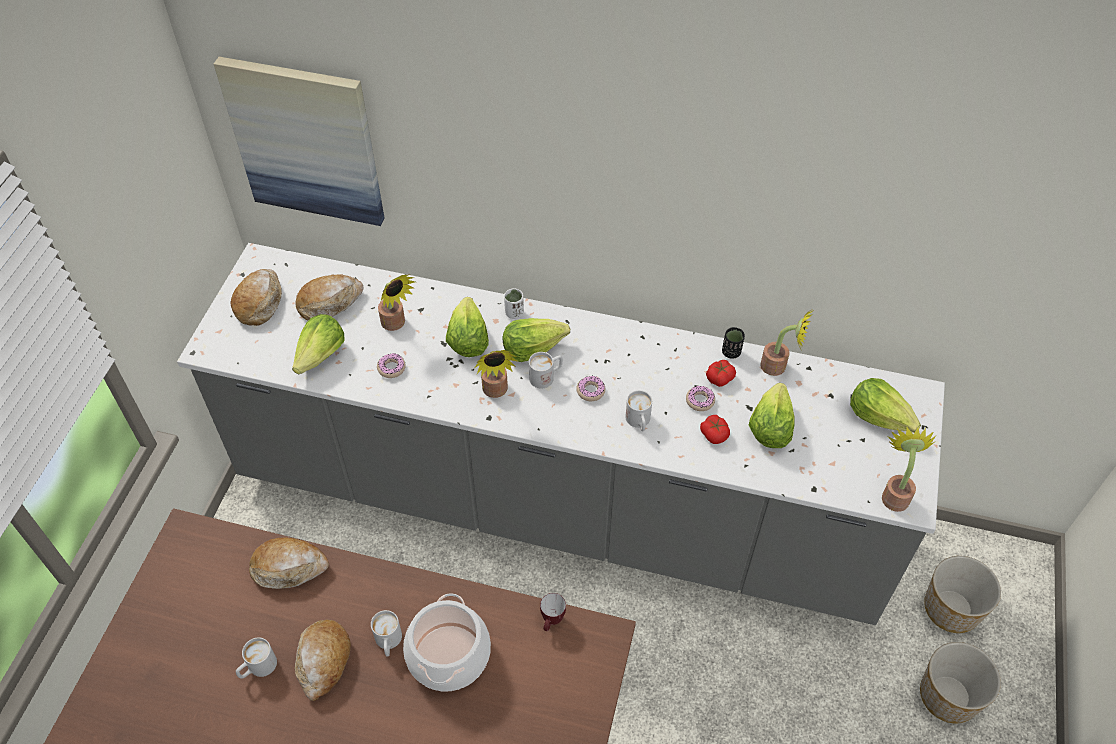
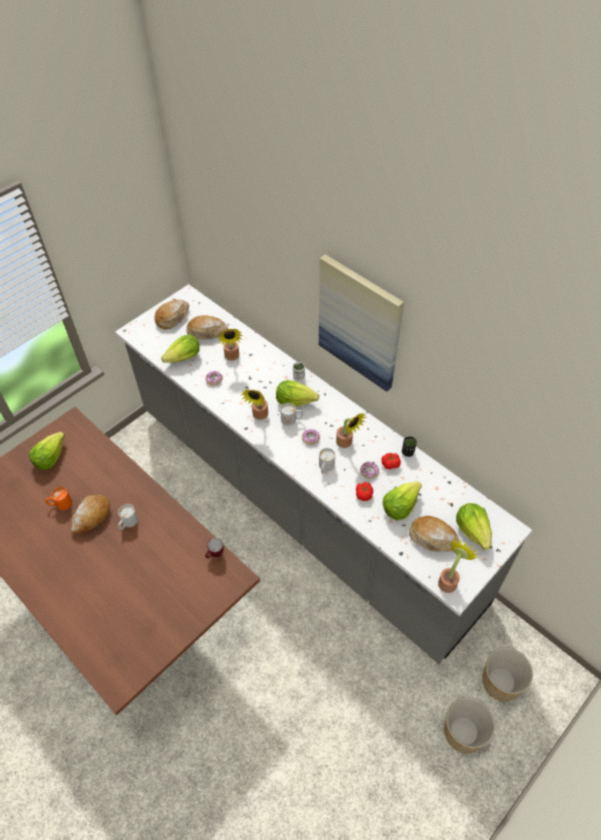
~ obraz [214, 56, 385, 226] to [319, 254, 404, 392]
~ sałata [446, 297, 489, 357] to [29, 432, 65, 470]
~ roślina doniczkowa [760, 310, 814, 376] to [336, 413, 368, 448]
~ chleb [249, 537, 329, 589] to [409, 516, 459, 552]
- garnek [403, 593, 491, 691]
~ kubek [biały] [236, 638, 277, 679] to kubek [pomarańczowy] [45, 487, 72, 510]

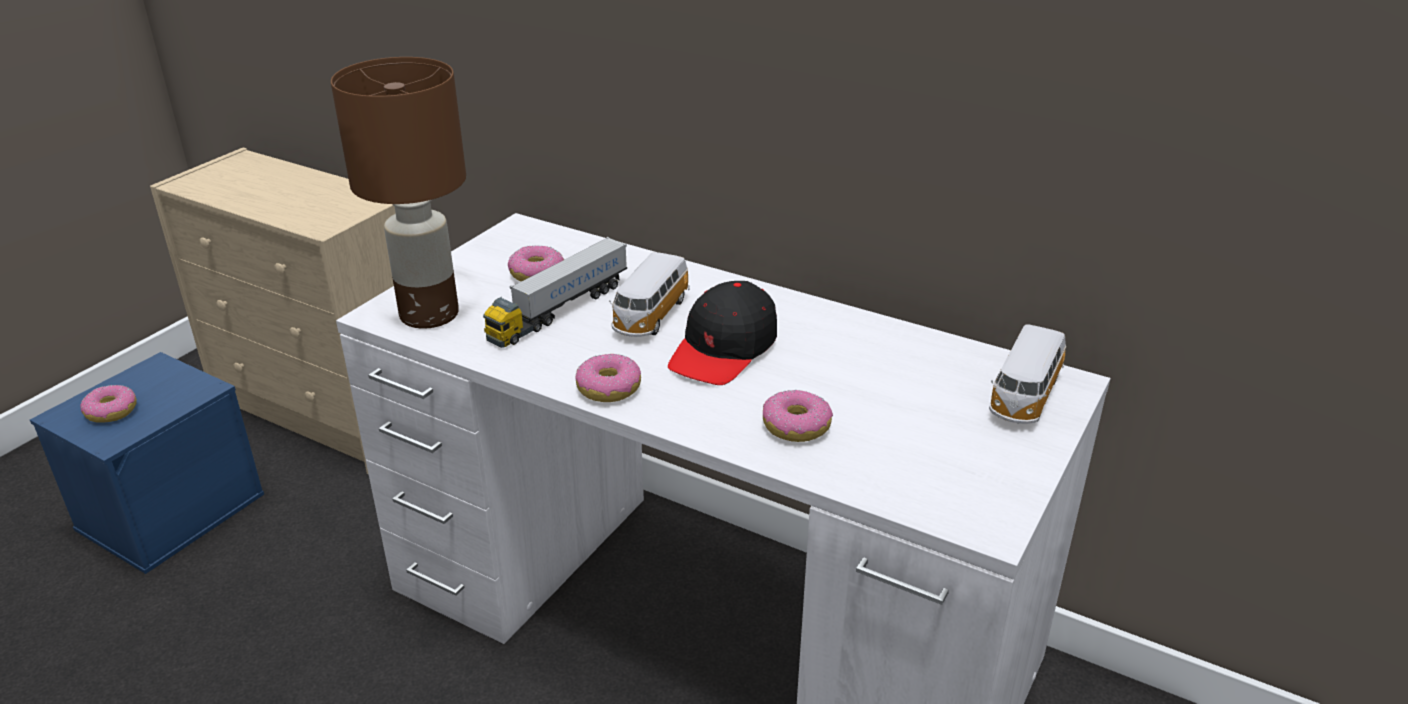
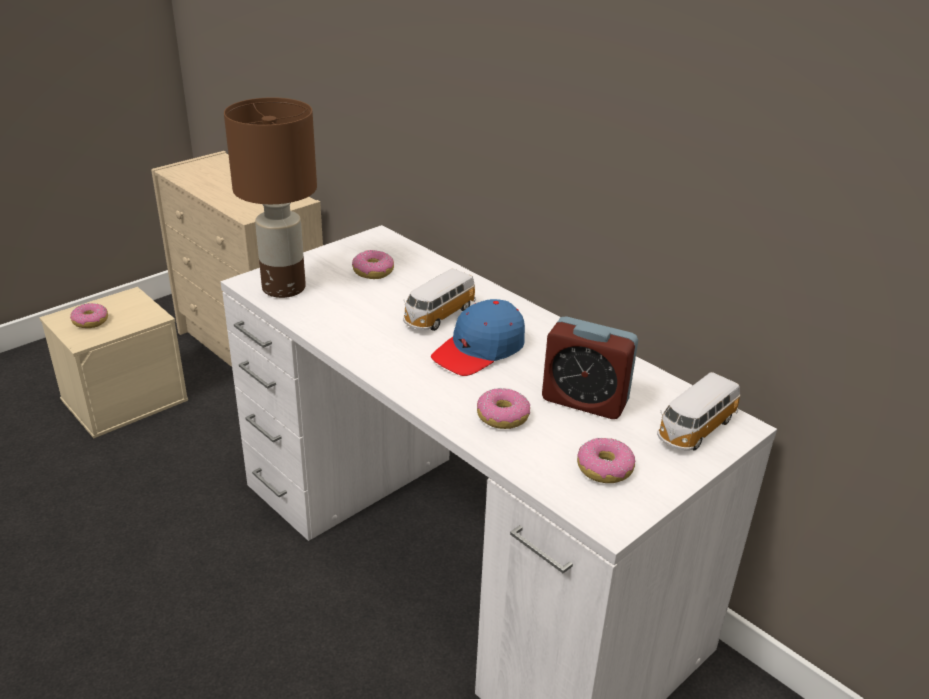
- ciężarówka zabawkowa [483, 237, 627, 348]
~ czapka z daszkiem [czarny] [668, 281, 777, 385] to czapka z daszkiem [niebieski] [431, 299, 525, 376]
~ pojemnik do przechowywania [niebieski] [30, 352, 264, 574] to pojemnik do przechowywania [beżowy] [39, 287, 188, 438]
~ donut [575, 354, 641, 402] to [577, 438, 635, 483]
+ budzik [542, 316, 638, 419]

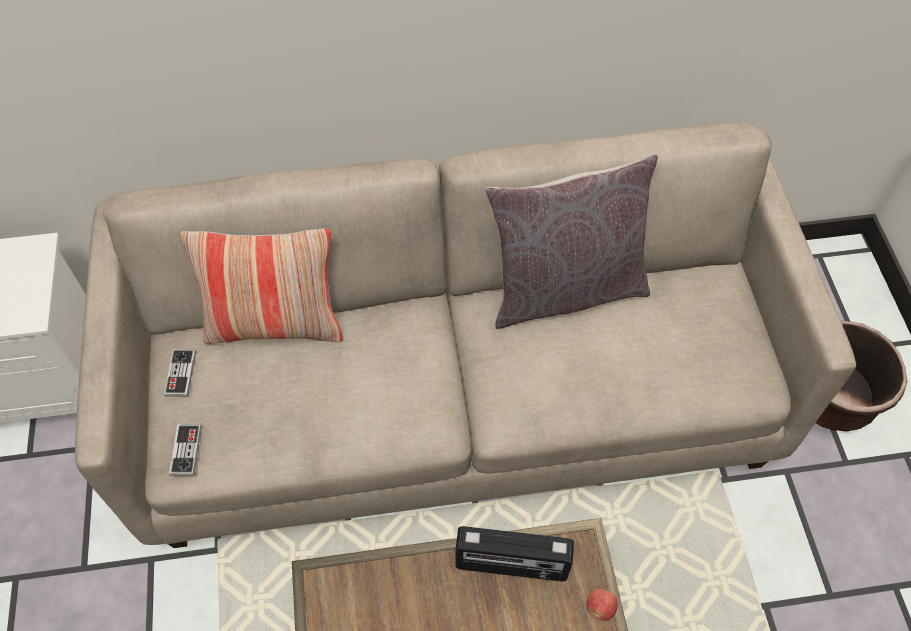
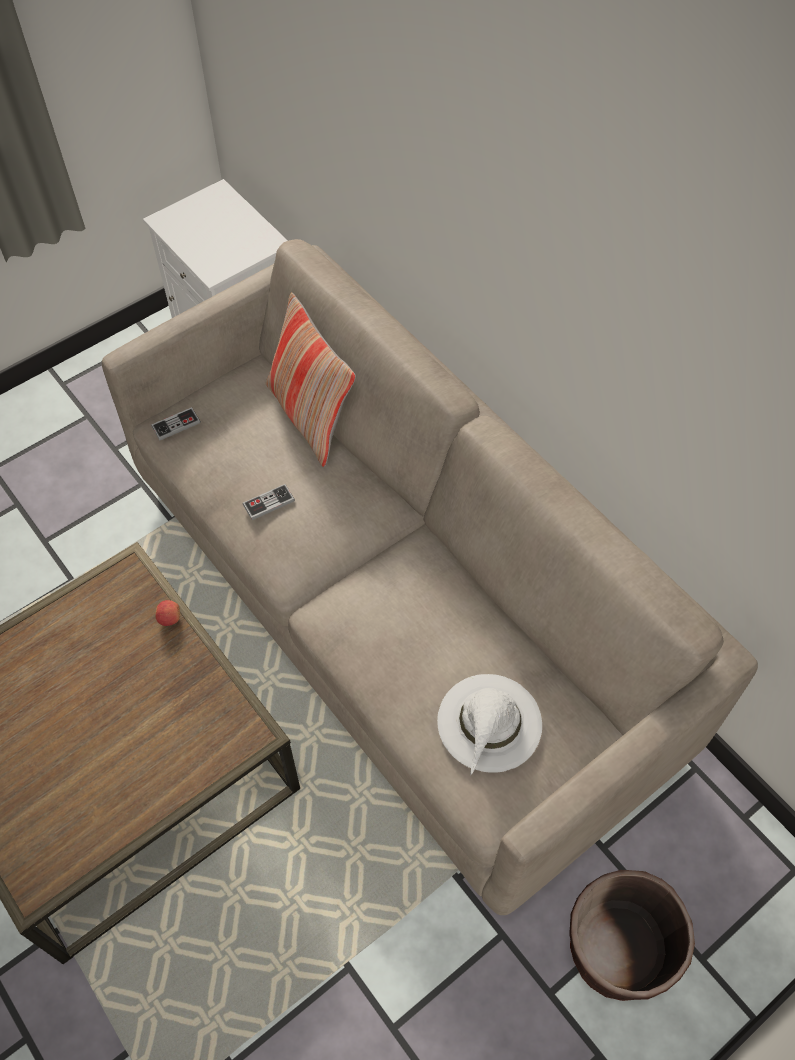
- poduszka [szary] [486, 154, 658, 329]
~ pad do gier [164, 349, 196, 397] to [243, 484, 295, 520]
- radio [456, 526, 574, 581]
~ jabłko [586, 589, 618, 621] to [155, 600, 180, 626]
+ kapelusz [biały] [437, 674, 542, 775]

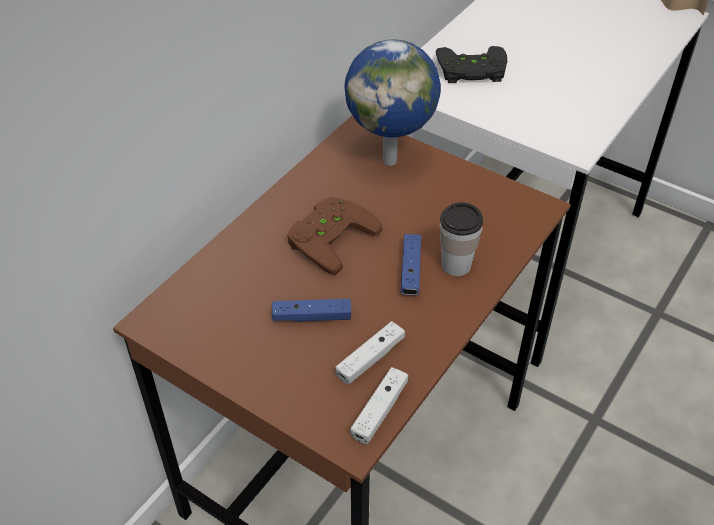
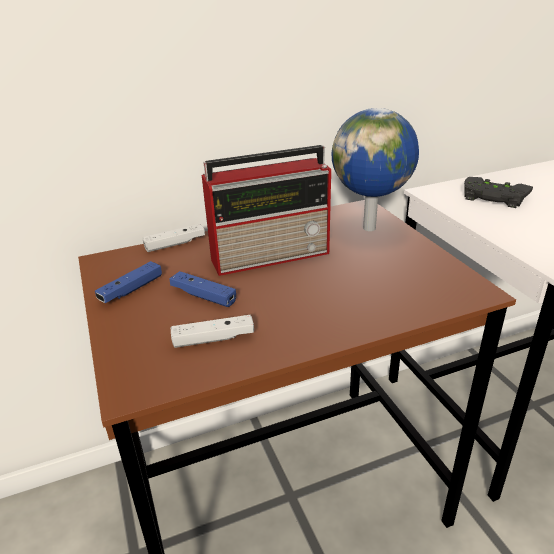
~ pad do gier [brązowy] [287, 197, 383, 275] to radio [202, 145, 331, 276]
- filiżanka [440, 202, 483, 276]
~ pad do gier [niebieski] [401, 234, 421, 295] to [95, 261, 162, 303]
~ pad do gier [biały] [350, 367, 408, 444] to [142, 224, 205, 252]

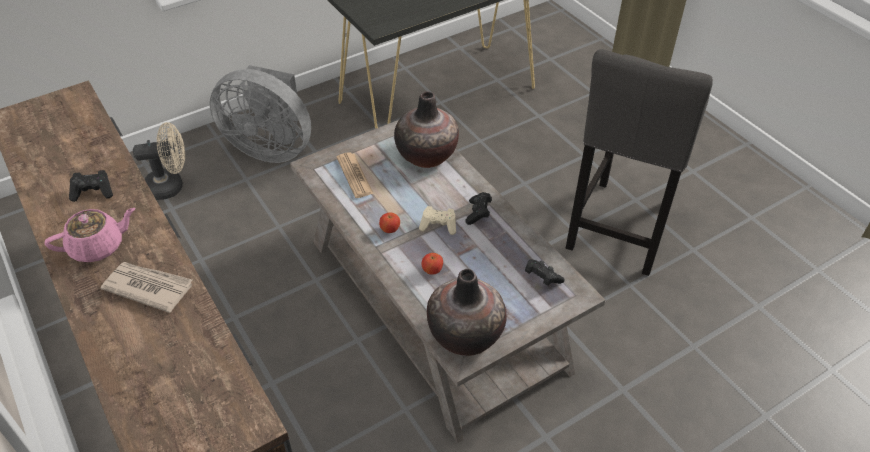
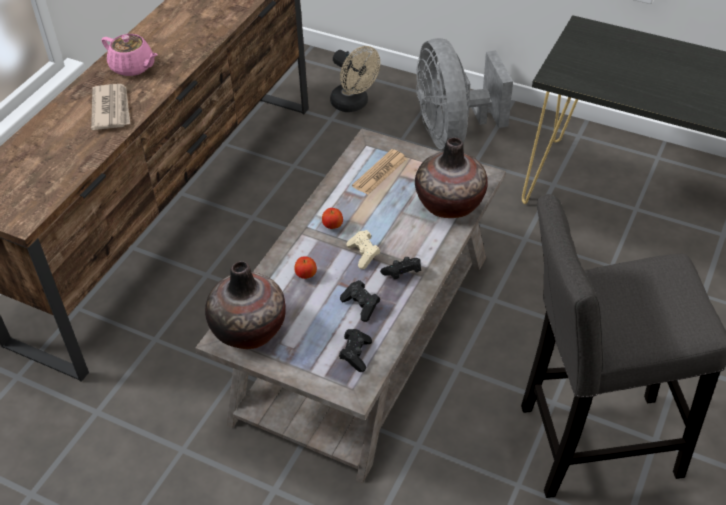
~ pad do gier [czarny] [69, 170, 113, 202] to [340, 280, 380, 322]

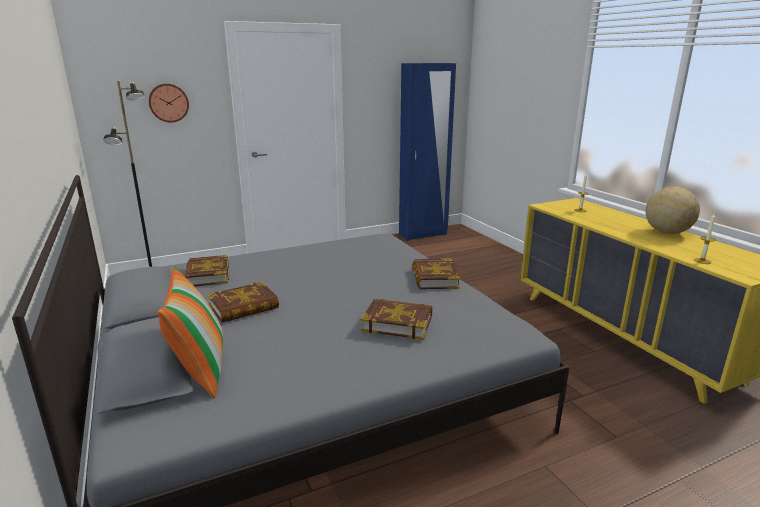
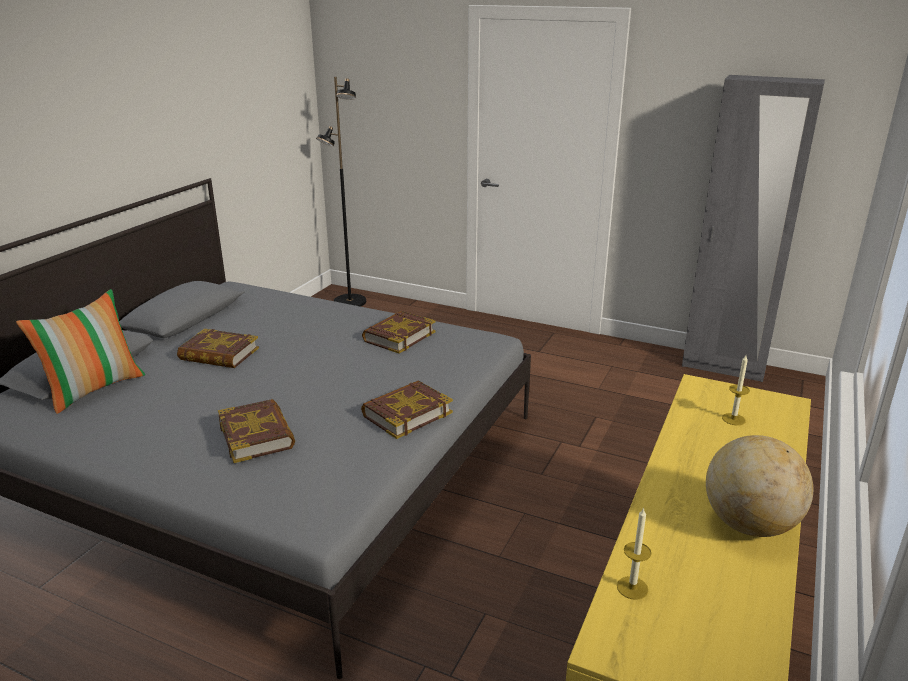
~ szafa [niebieski] [399, 63, 456, 240] to szafa [szary] [682, 75, 825, 382]
- zegar ścienny [149, 84, 189, 123]
~ książka [185, 255, 229, 286] to [362, 311, 435, 353]

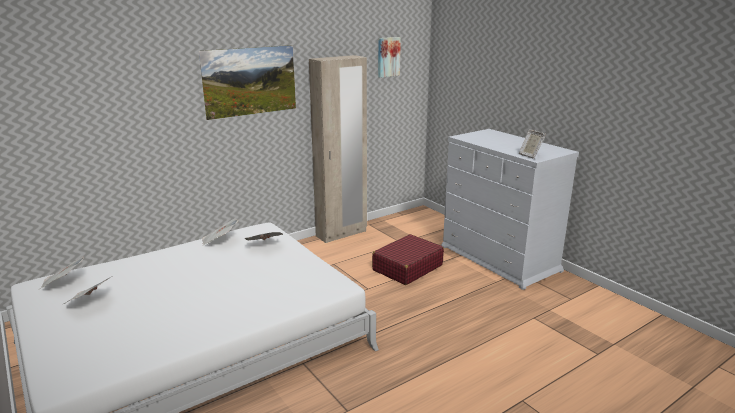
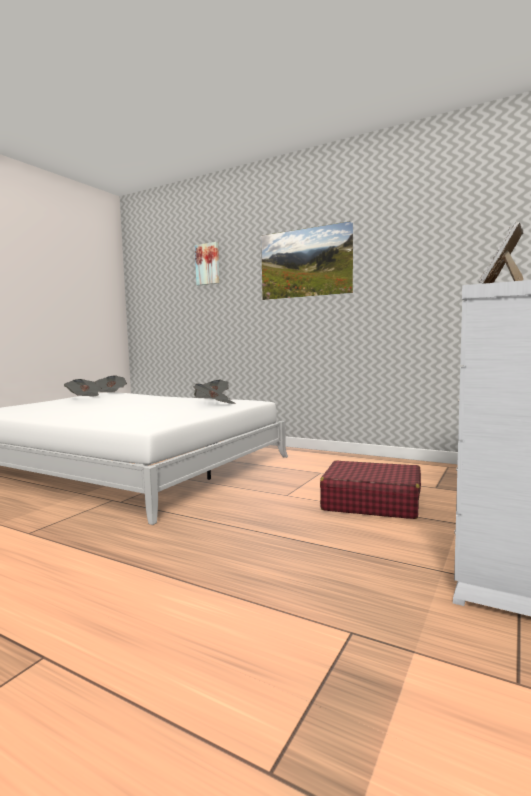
~ obraz [378, 37, 401, 78] to [195, 242, 219, 285]
- szafa [beżowy] [309, 55, 367, 243]

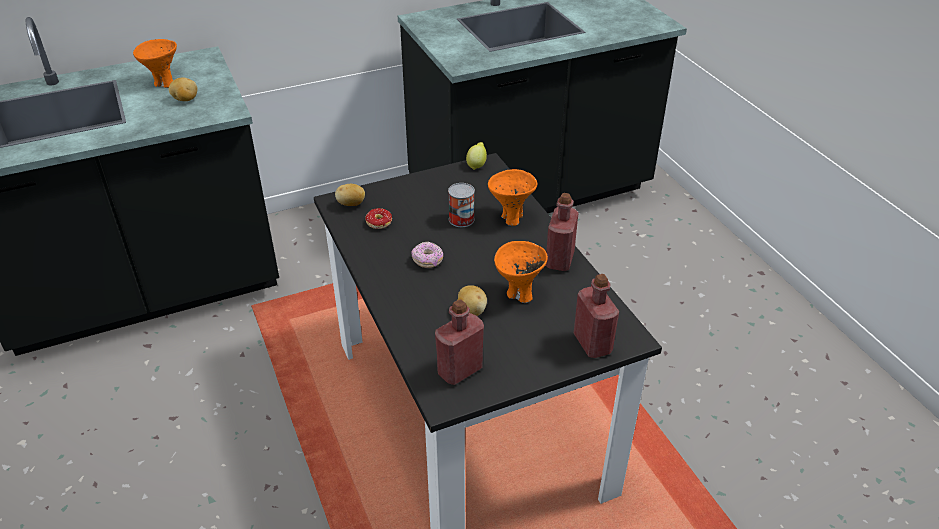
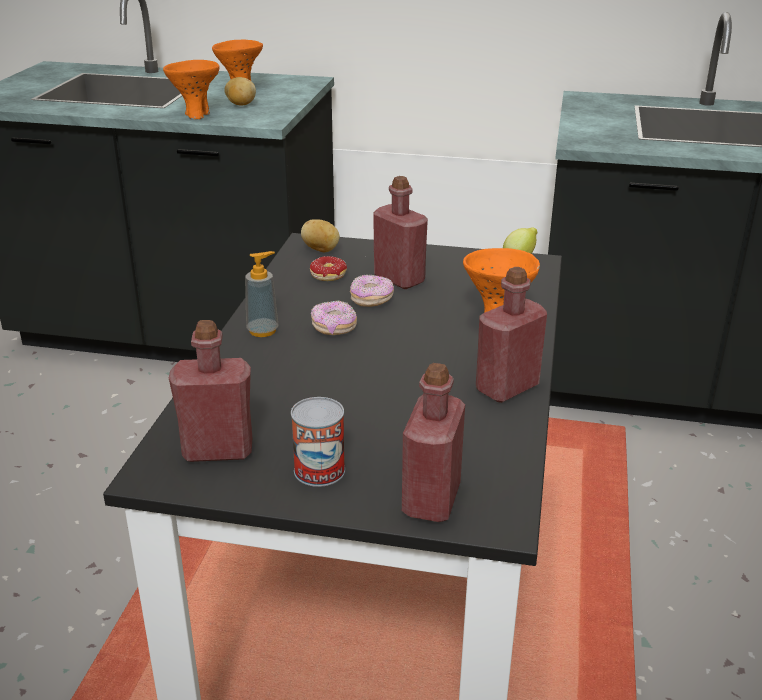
~ puszka [448, 183, 475, 227] to [291, 397, 345, 487]
~ miska [pomarańczowy] [494, 241, 548, 303] to [163, 60, 220, 119]
- ziemniak [458, 285, 487, 316]
+ butelka [czerwony] [373, 176, 428, 289]
+ dozownik mydła [245, 251, 279, 337]
+ donut [350, 275, 394, 307]

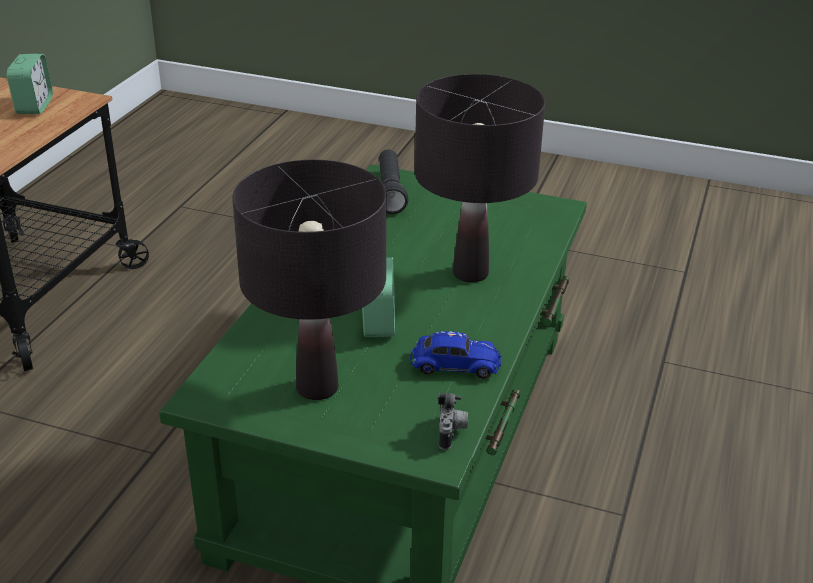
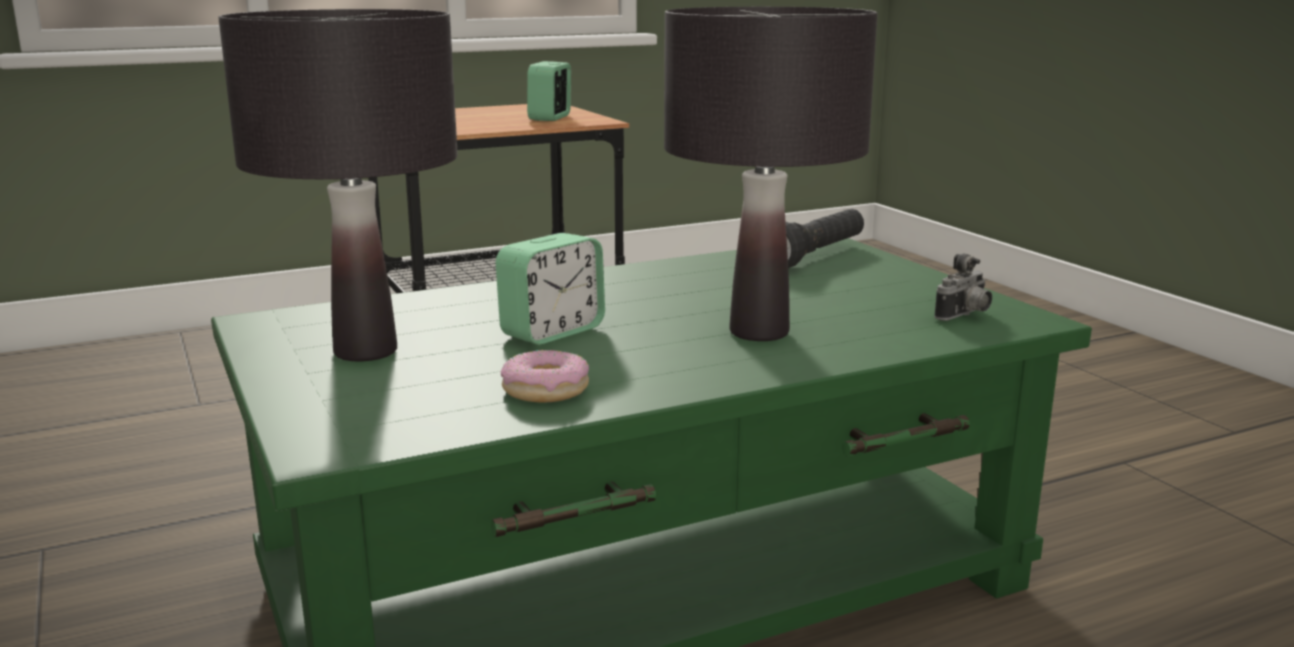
~ budzik [7, 54, 53, 114] = [527, 61, 571, 121] 150 degrees clockwise
~ samochodzik [niebieski] [410, 331, 501, 379] to donut [501, 350, 589, 403]
~ aparat fotograficzny [438, 393, 468, 450] to [934, 253, 992, 321]

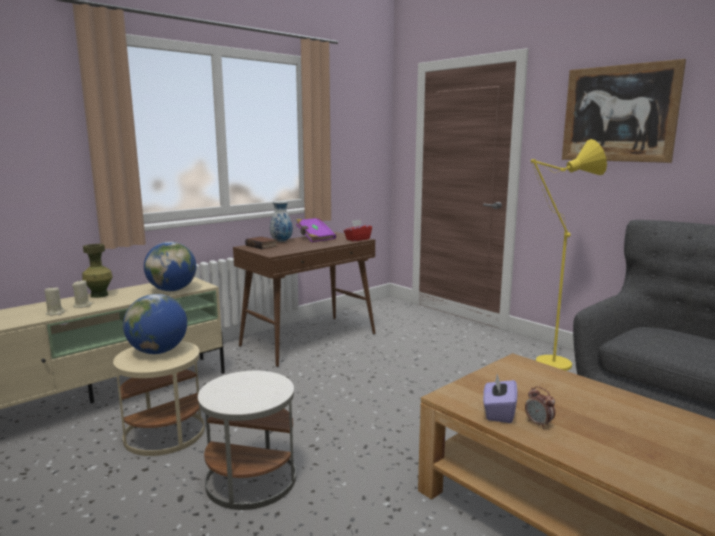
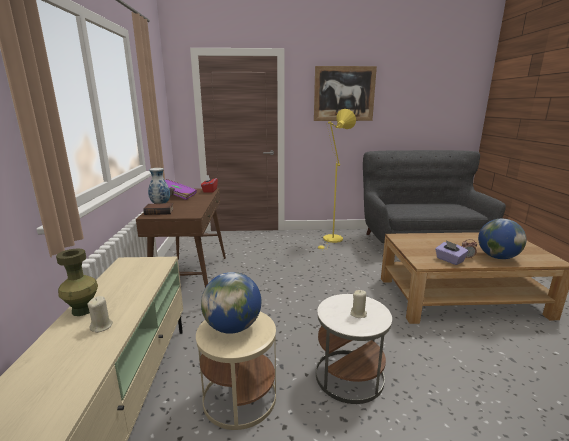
~ globus [144, 242, 196, 291] to [478, 219, 527, 259]
~ świeca [beżowy] [45, 286, 64, 316] to [350, 290, 367, 318]

